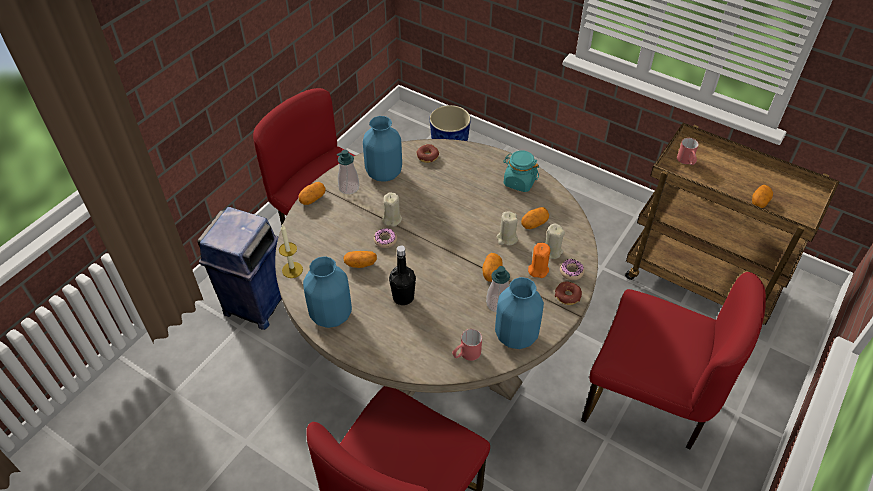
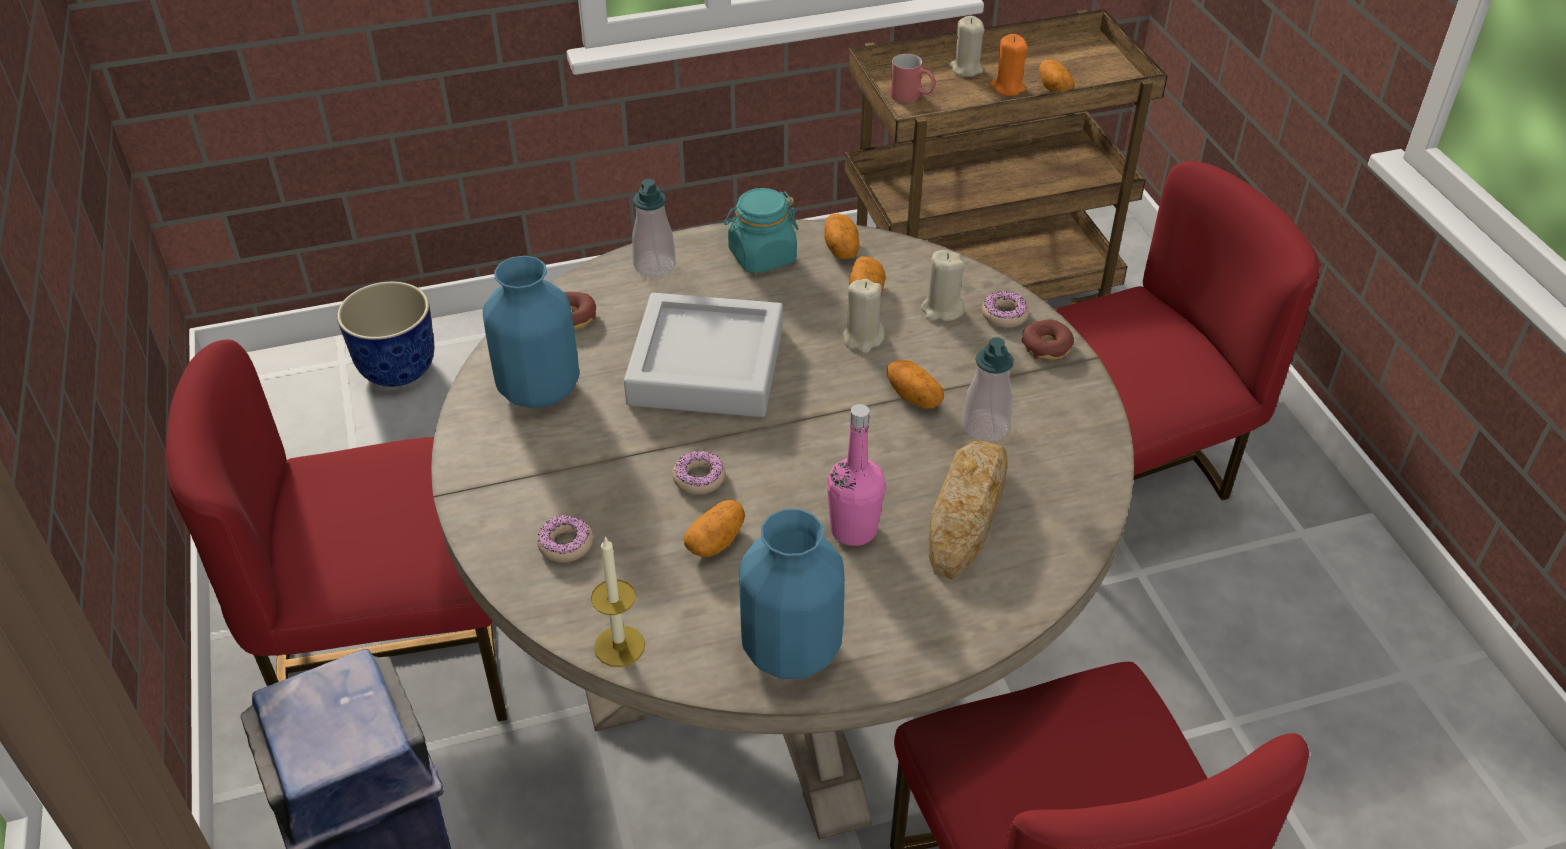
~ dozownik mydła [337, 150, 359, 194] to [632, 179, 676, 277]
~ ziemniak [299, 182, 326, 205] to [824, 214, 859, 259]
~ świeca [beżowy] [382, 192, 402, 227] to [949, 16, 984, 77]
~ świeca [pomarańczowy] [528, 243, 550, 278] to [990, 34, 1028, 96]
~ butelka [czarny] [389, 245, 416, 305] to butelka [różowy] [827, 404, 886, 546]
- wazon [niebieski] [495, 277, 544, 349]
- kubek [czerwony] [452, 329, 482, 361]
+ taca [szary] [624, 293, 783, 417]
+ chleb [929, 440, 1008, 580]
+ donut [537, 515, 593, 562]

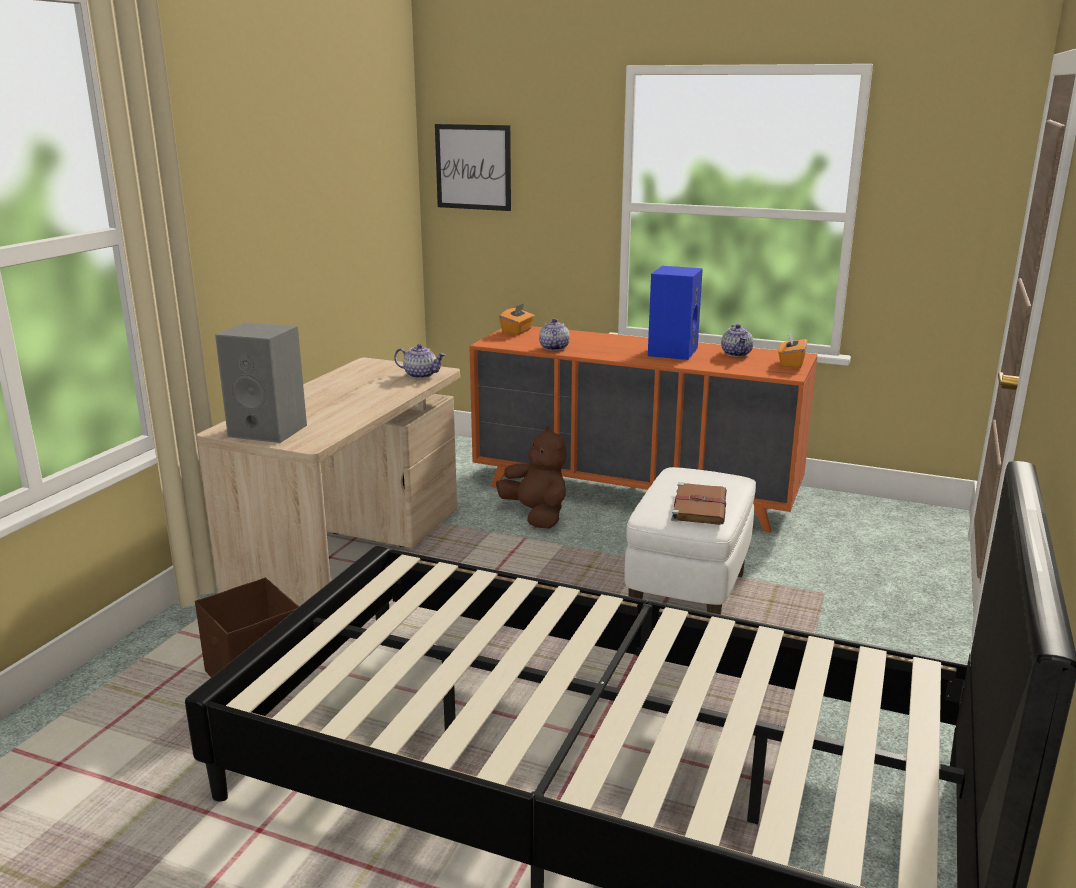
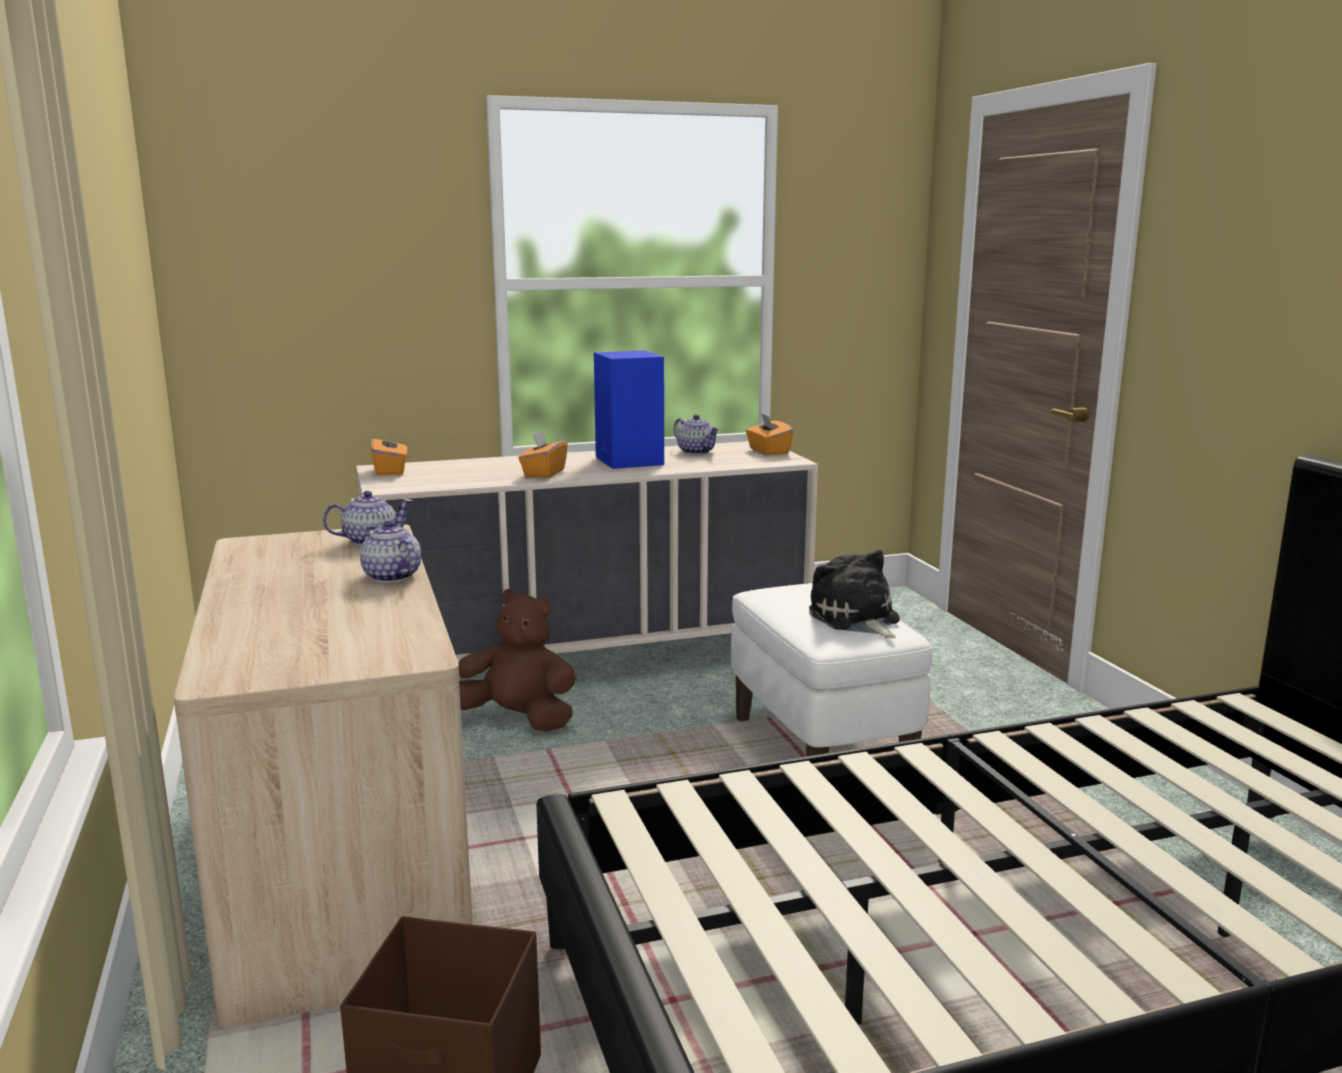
- obraz [435, 124, 511, 211]
~ imbryk [539, 319, 570, 351] to [360, 521, 421, 583]
- głośnik [szary] [215, 322, 307, 443]
~ komoda [pomarańczowy] [469, 326, 817, 533] to komoda [beżowy] [356, 441, 818, 663]
~ książka [brązowy] [671, 482, 727, 525] to pluszak [809, 550, 900, 638]
+ pudełko chusteczek [pomarańczowy] [519, 430, 568, 478]

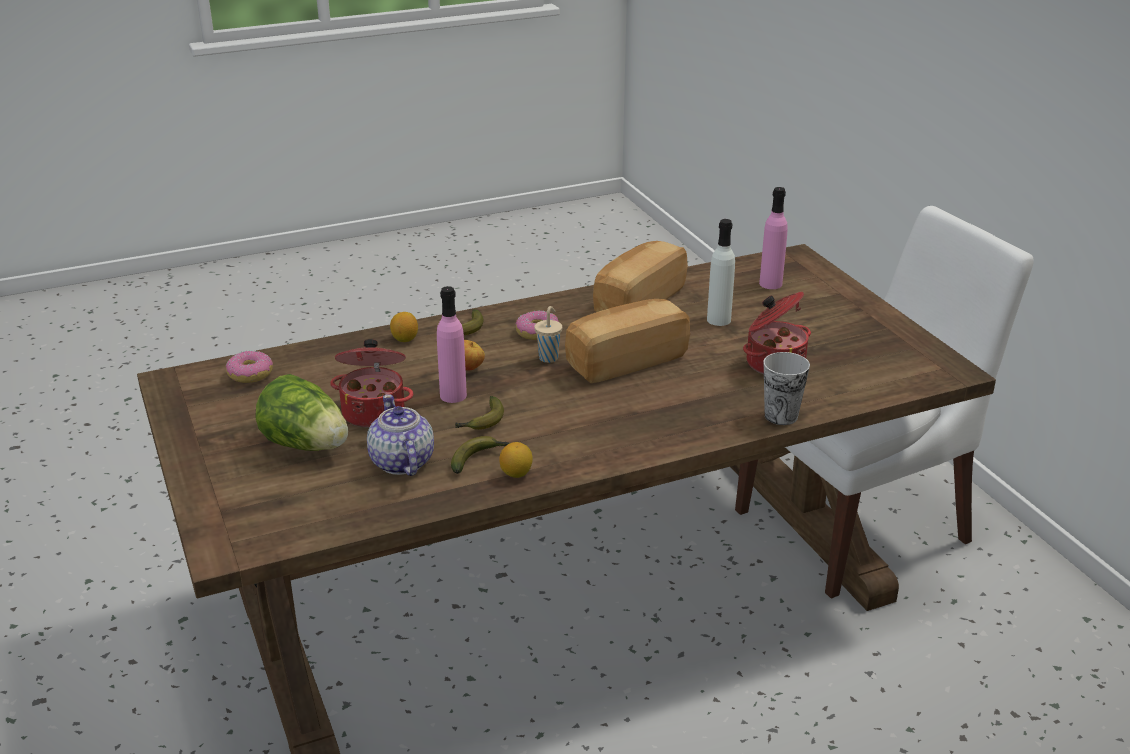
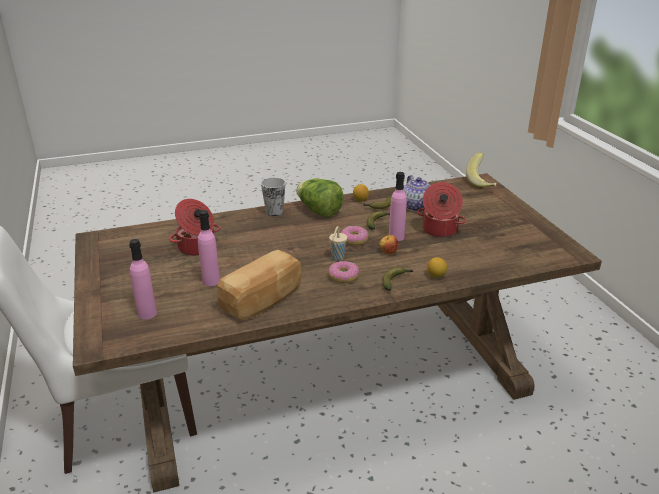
~ butelka [biały] [707, 219, 735, 326] to butelka [różowy] [198, 210, 220, 286]
- chleb [565, 299, 690, 383]
~ donut [226, 351, 273, 383] to [341, 226, 369, 245]
~ filiżanka [763, 352, 810, 425] to [261, 178, 285, 216]
~ sałata [256, 374, 348, 451] to [296, 179, 344, 218]
+ banan [466, 153, 496, 189]

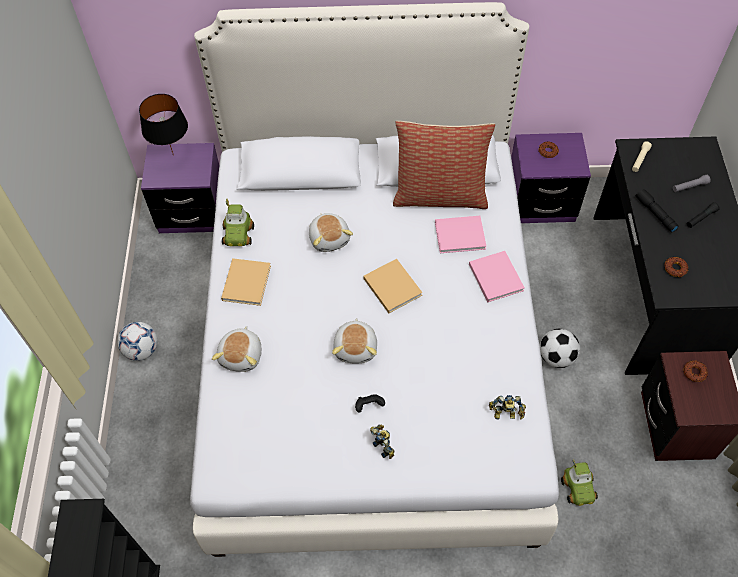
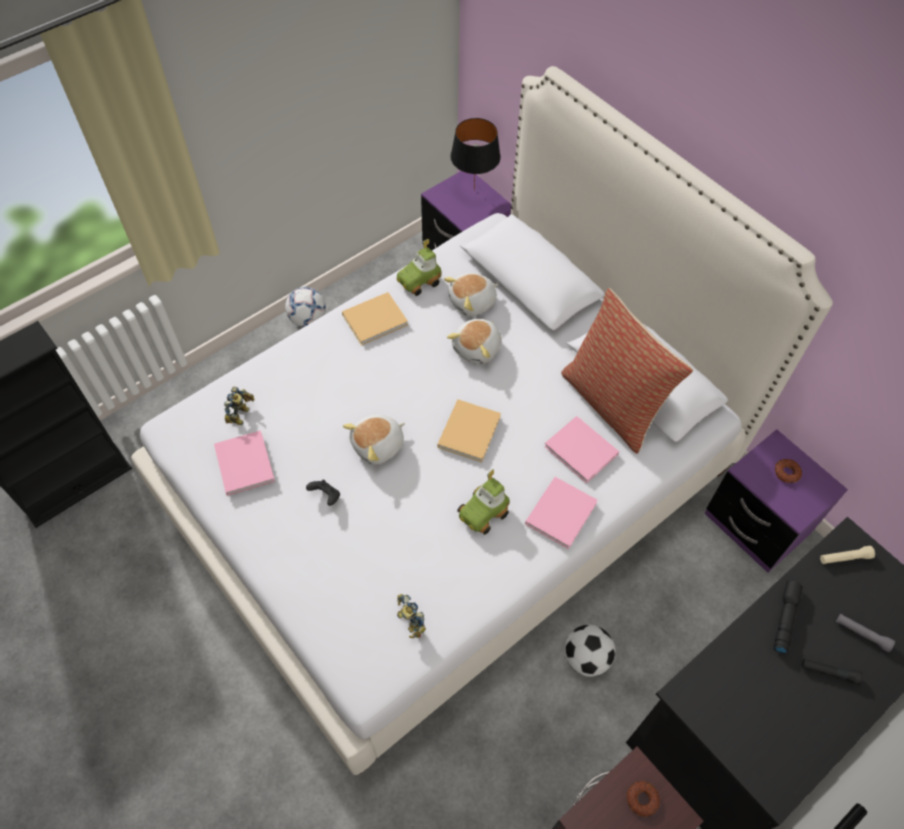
- donut [664, 257, 689, 278]
~ pluszak [212, 326, 262, 372] to [444, 273, 499, 316]
~ robot zabawkowy [370, 425, 395, 459] to [224, 387, 255, 425]
~ samochodzik [561, 459, 598, 506] to [457, 469, 510, 535]
+ książka [różowy] [214, 430, 275, 496]

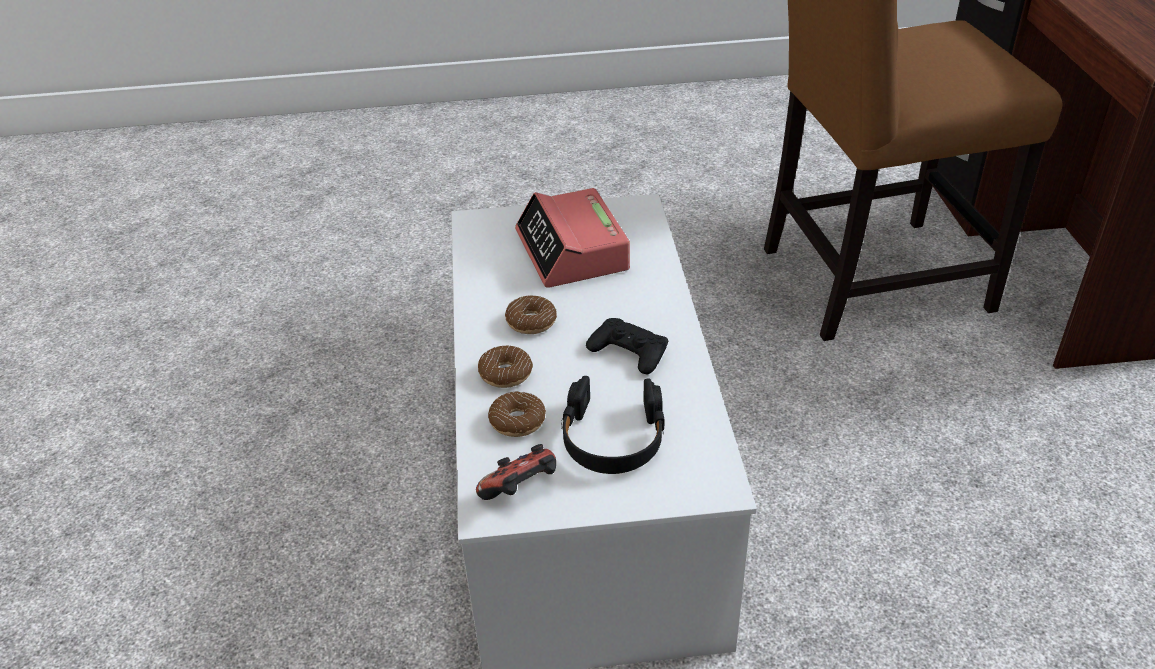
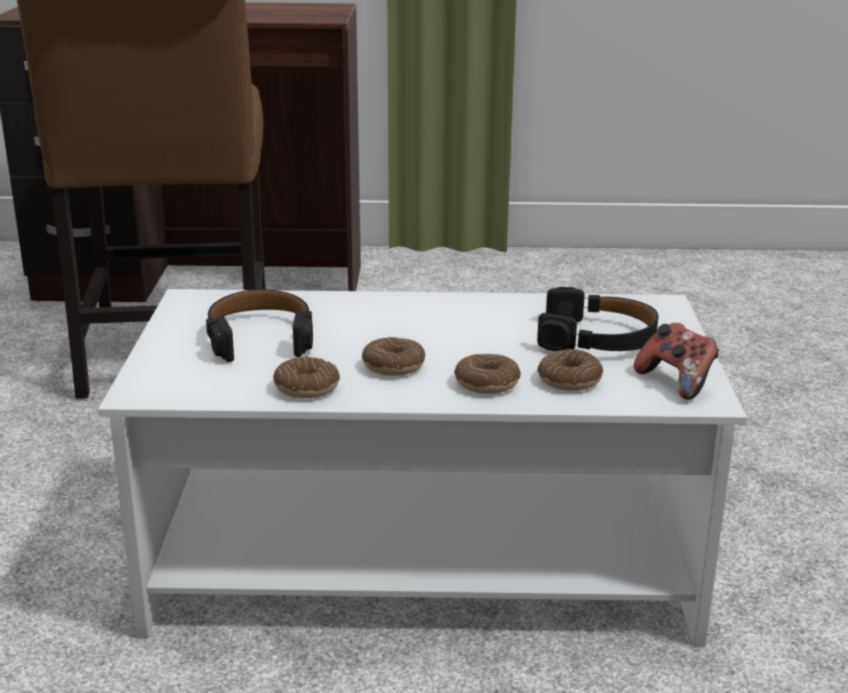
~ budzik [515, 188, 630, 288] to słuchawki [czarny] [206, 289, 313, 362]
- pad do gier [czarny] [586, 318, 668, 374]
+ donut [273, 357, 340, 398]

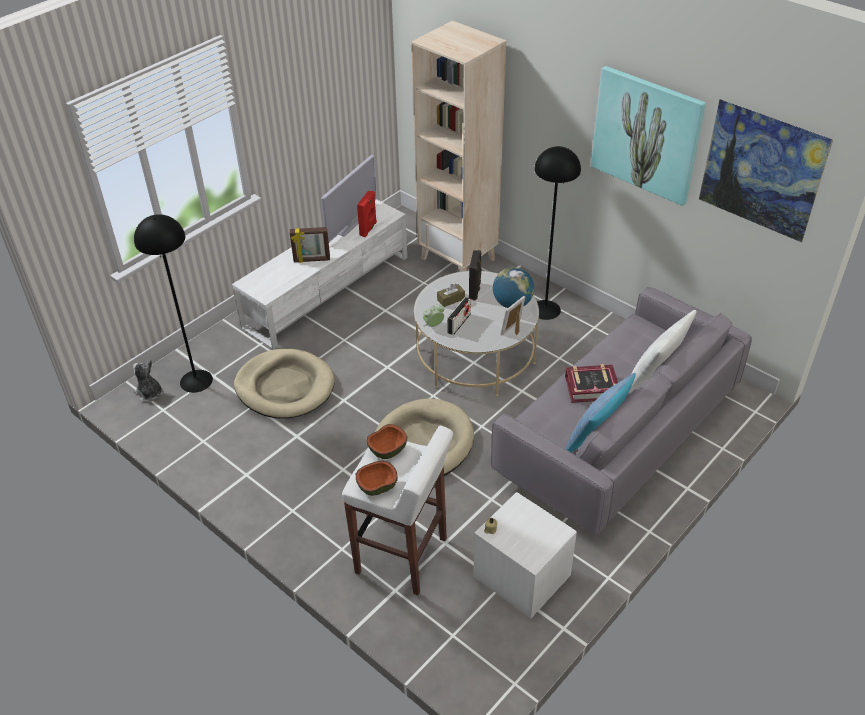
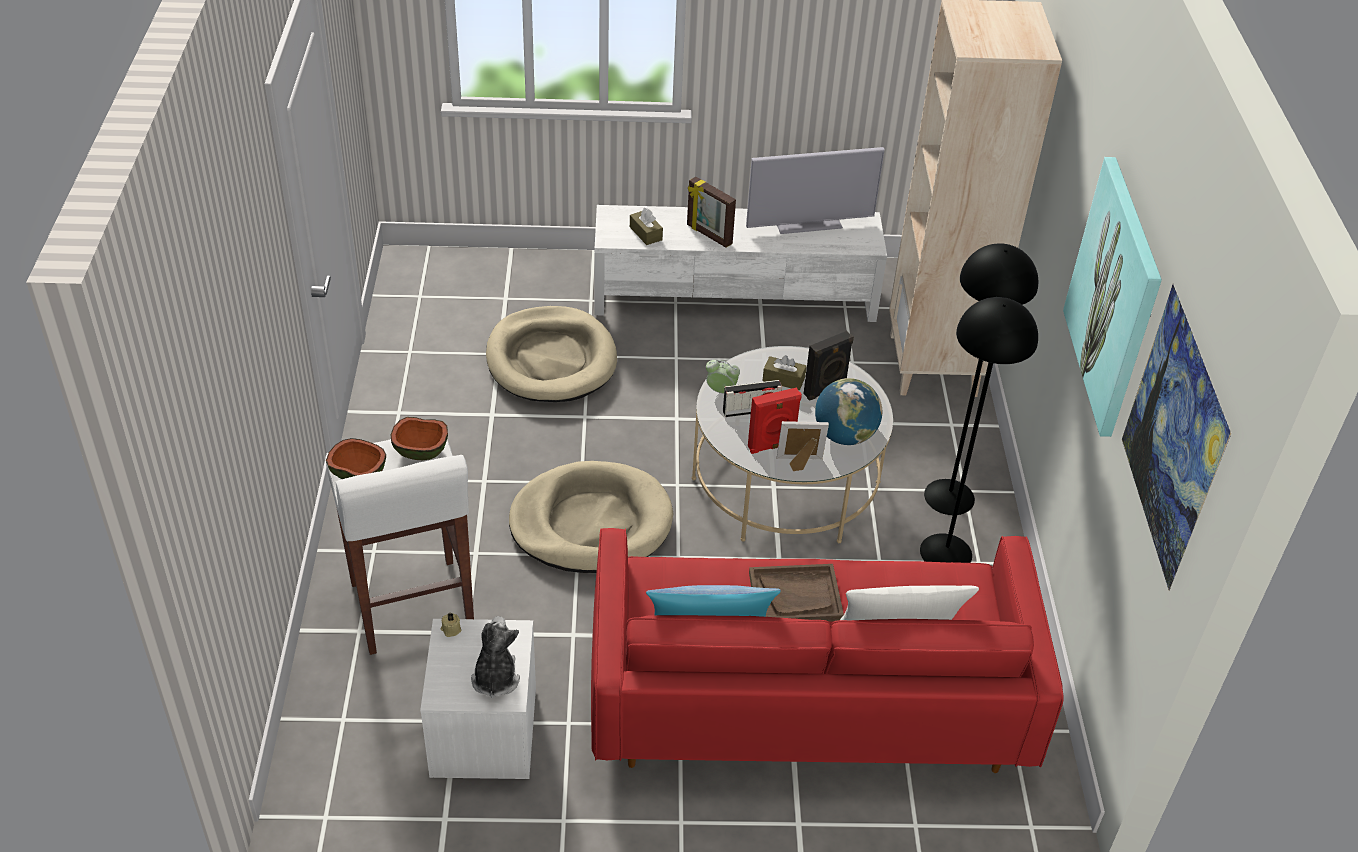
~ głośnik [czerwony] [357, 191, 377, 237] to [748, 387, 802, 454]
~ lampa stojąca [czarny] [134, 214, 213, 393] to [920, 297, 1038, 563]
~ kanapa [szary] [491, 287, 752, 536] to kanapa [czerwony] [591, 528, 1064, 773]
~ pluszak [133, 360, 164, 402] to [471, 616, 520, 698]
~ książka [565, 364, 618, 403] to taca [brązowy] [749, 564, 844, 622]
+ pudełko chusteczek [brązowy] [630, 208, 663, 245]

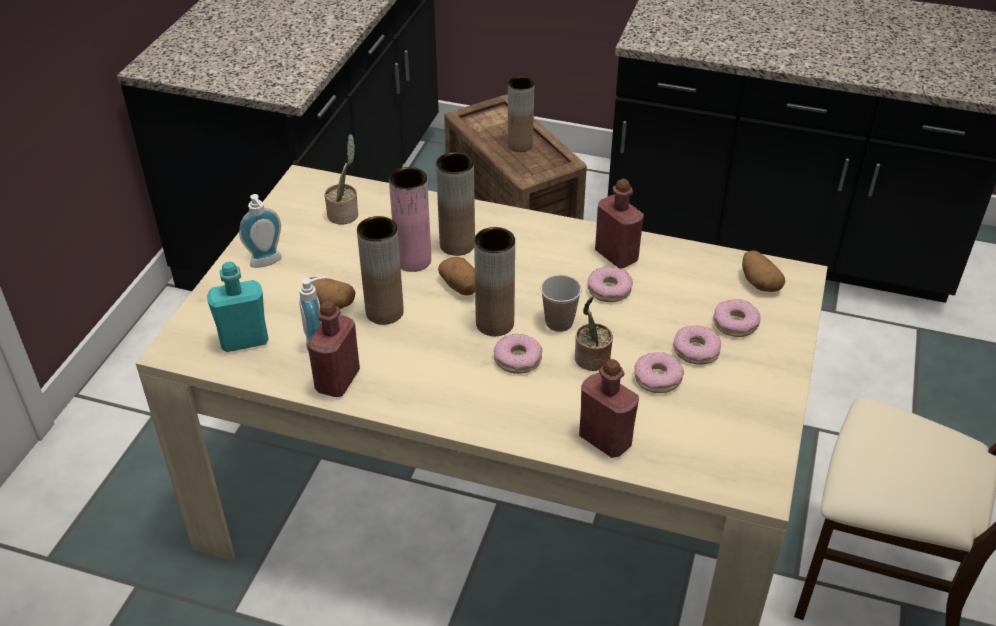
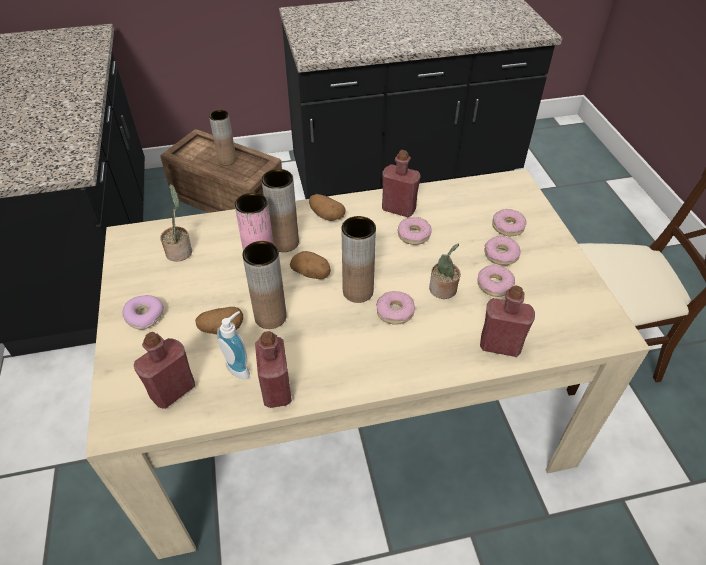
~ dozownik mydła [239, 194, 282, 268] to donut [122, 295, 164, 330]
~ ziemniak [742, 251, 785, 292] to [309, 194, 346, 221]
~ butelka [turkusowy] [207, 262, 269, 352] to butelka [czerwony] [134, 332, 195, 409]
- filiżanka [540, 275, 582, 332]

